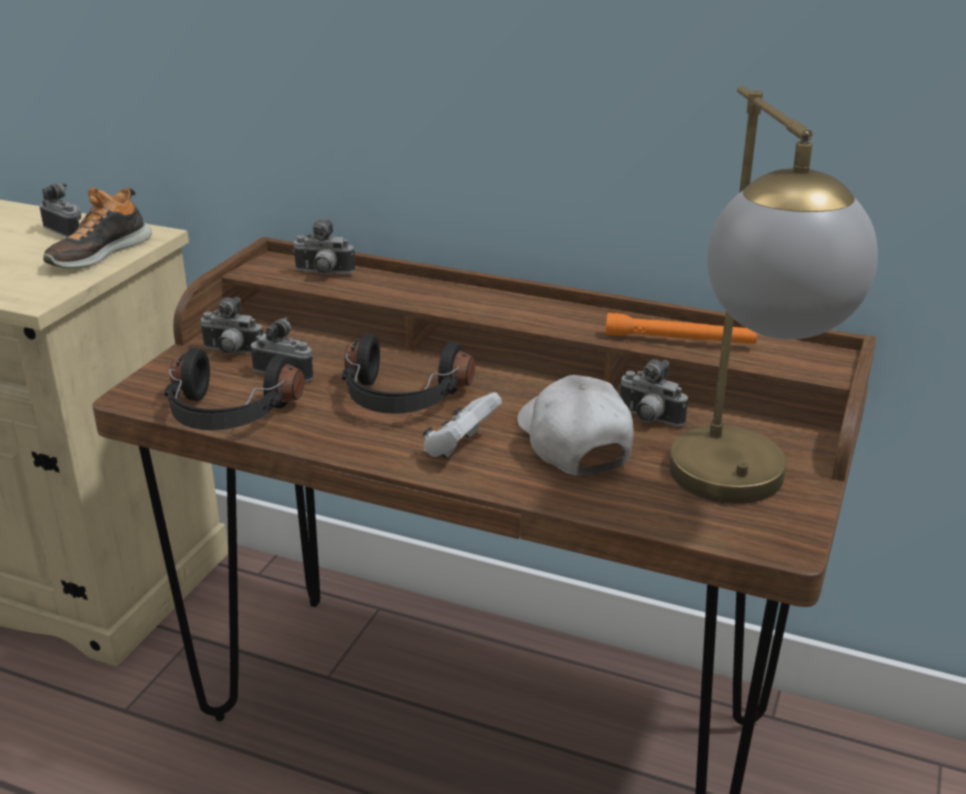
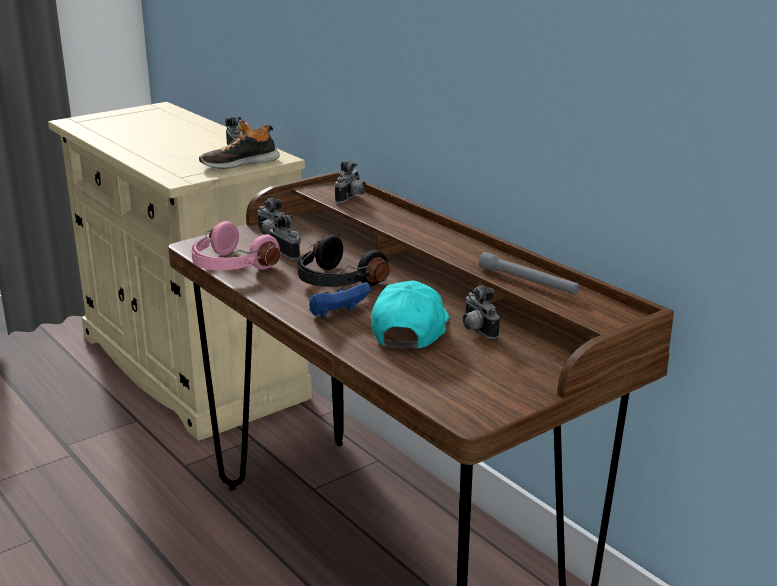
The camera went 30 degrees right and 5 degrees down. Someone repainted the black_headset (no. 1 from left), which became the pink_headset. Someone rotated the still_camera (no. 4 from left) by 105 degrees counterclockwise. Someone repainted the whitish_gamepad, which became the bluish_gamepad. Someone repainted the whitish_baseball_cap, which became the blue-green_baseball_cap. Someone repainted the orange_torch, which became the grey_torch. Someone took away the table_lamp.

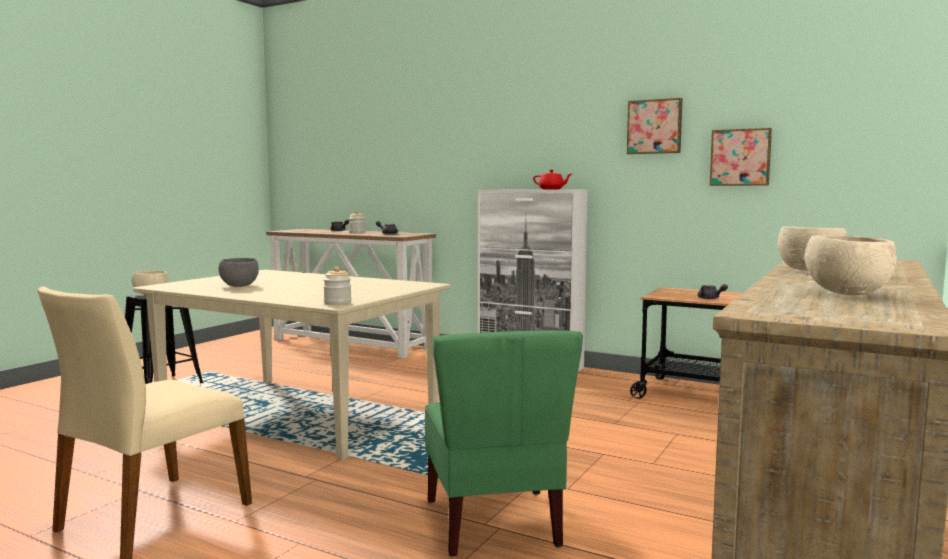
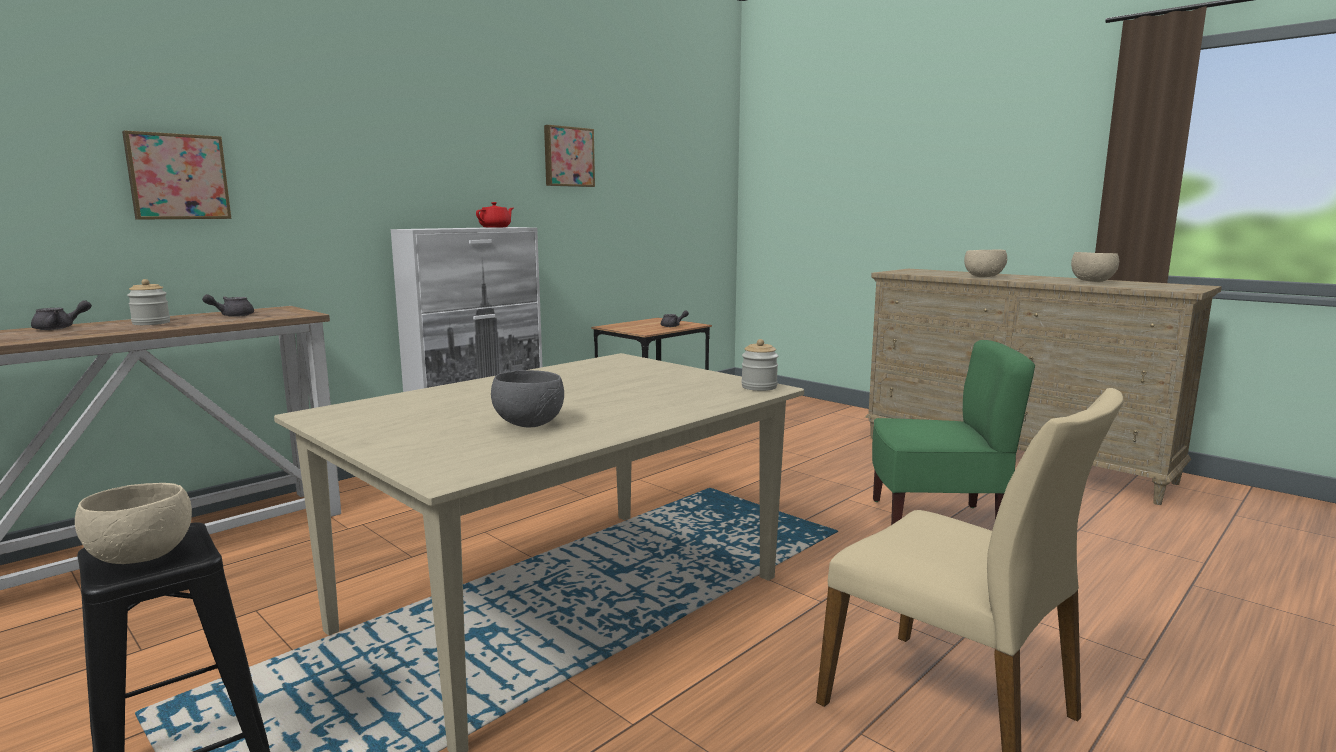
The camera went 75 degrees left and 5 degrees up. Someone carried the wall_picture (no. 2 from left in the first image).

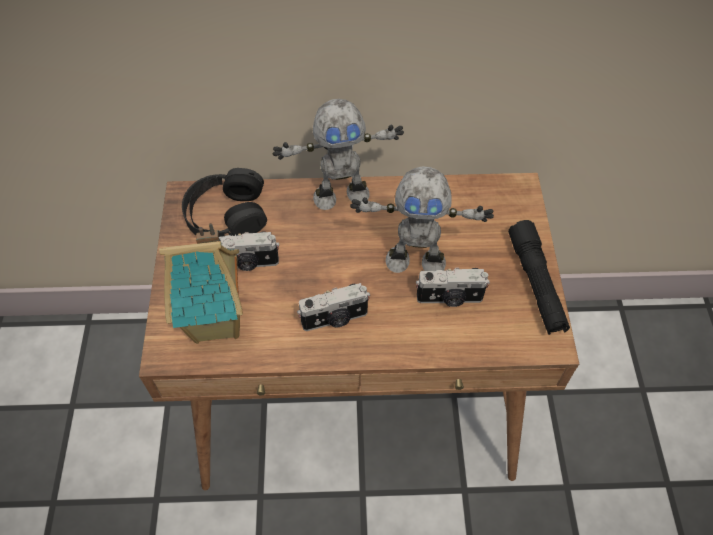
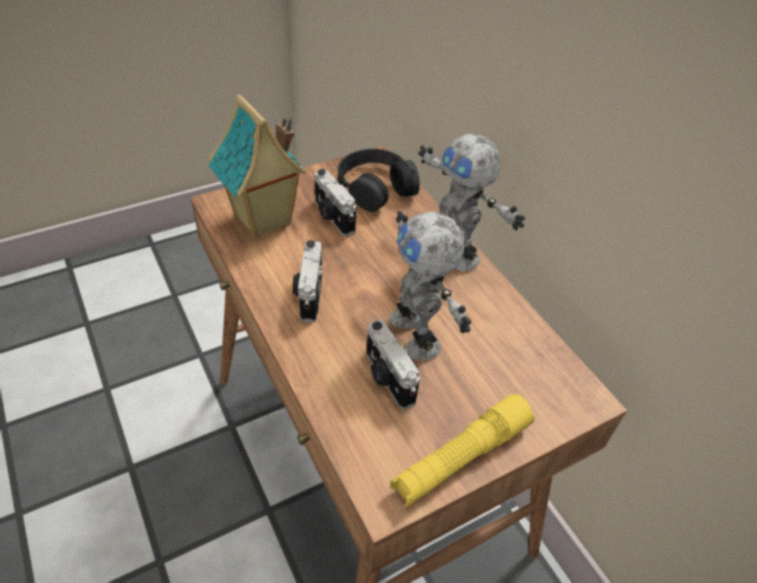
The camera went 60 degrees right and 10 degrees down. Someone rotated the still_camera (no. 2 from left in the first image) by 45 degrees clockwise. Someone repainted the black_torch, which became the yellow_torch.

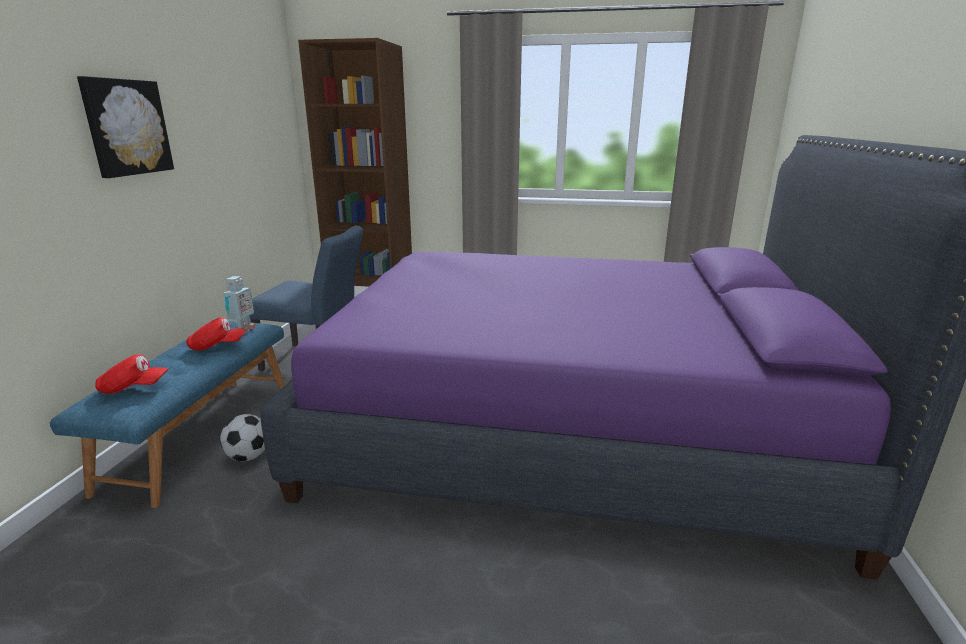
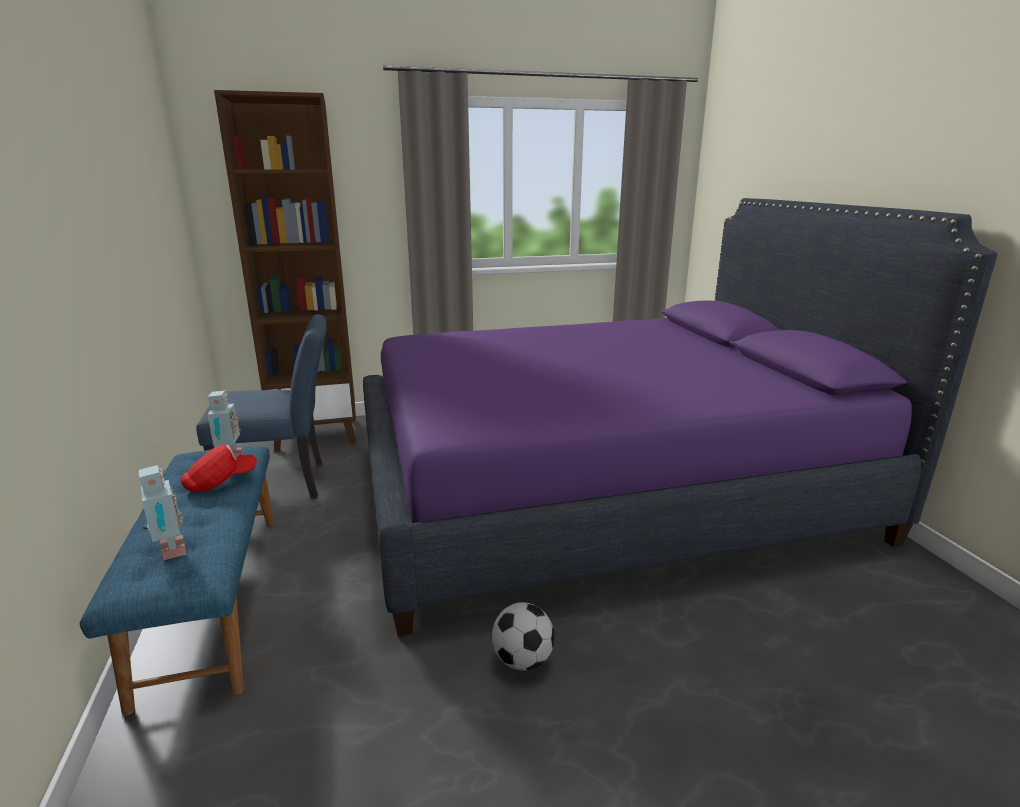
The camera went 25 degrees left and 0 degrees up. Someone took away the wall_picture. Someone swapped the red-coloured_baseball_cap (no. 1 from left) for the robot_figure (no. 1 from left). Someone carried the ball_for_football.

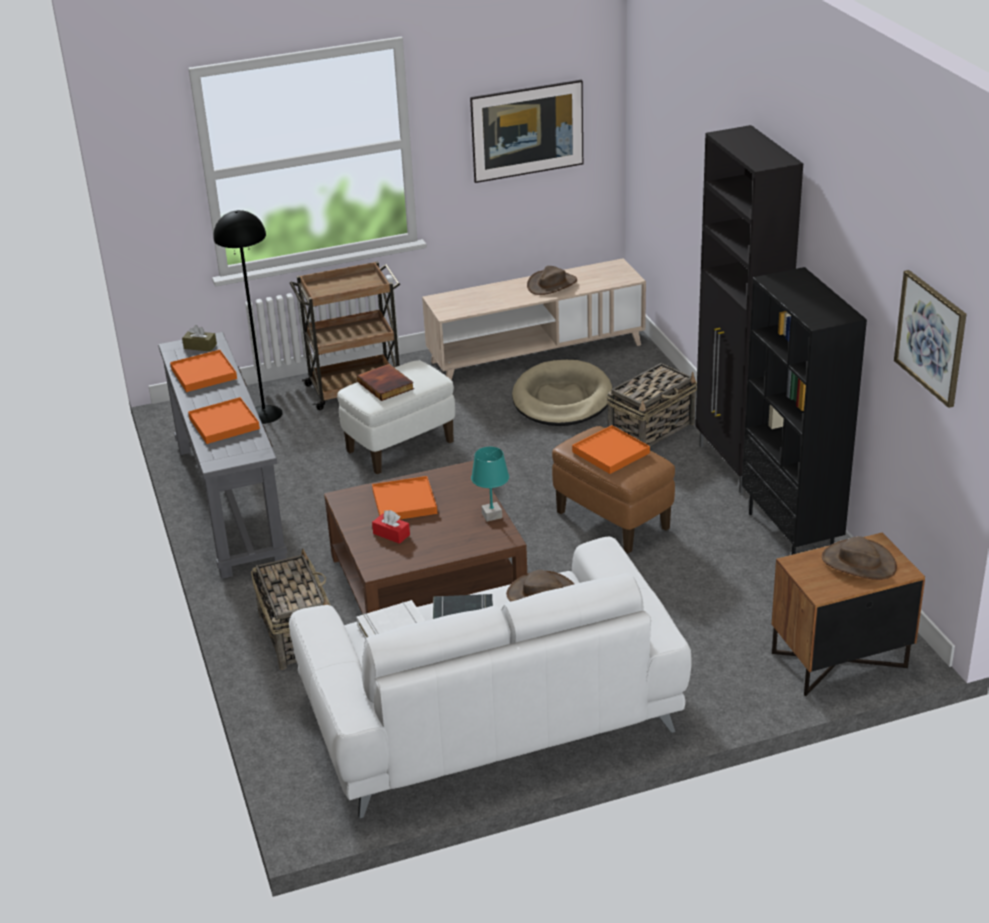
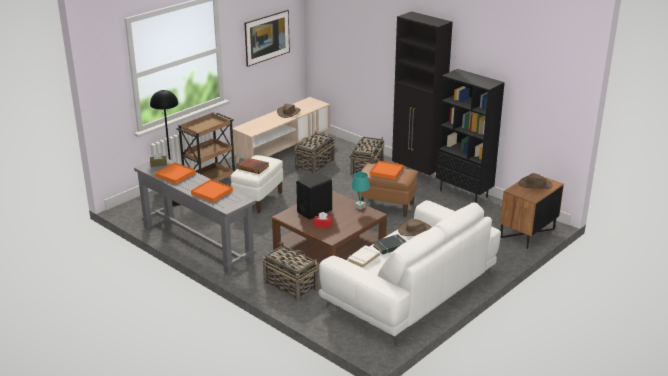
The camera went 30 degrees left and 5 degrees down. Someone swapped the orange_carrying_tray (no. 3 from left) for the black_audio_speaker. Someone swapped the beige-coloured_pet_bed for the storage_basket (no. 2 from left). Someone took away the wall_picture (no. 2 from left).

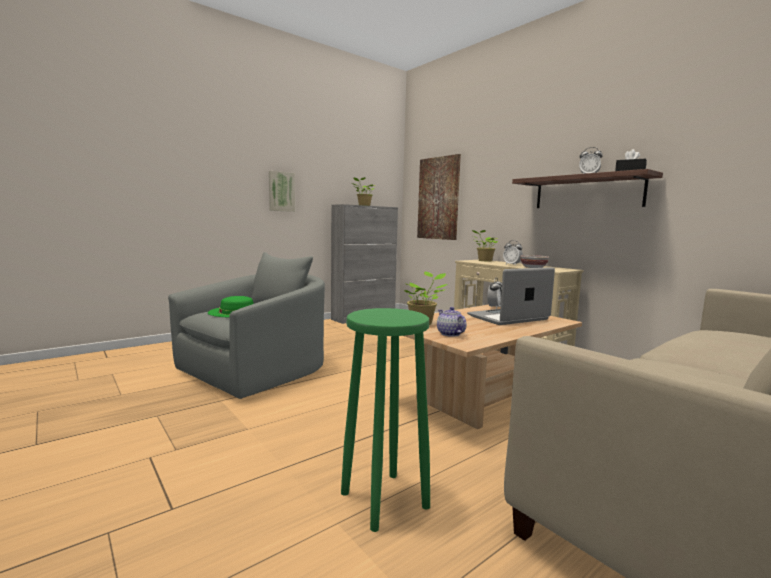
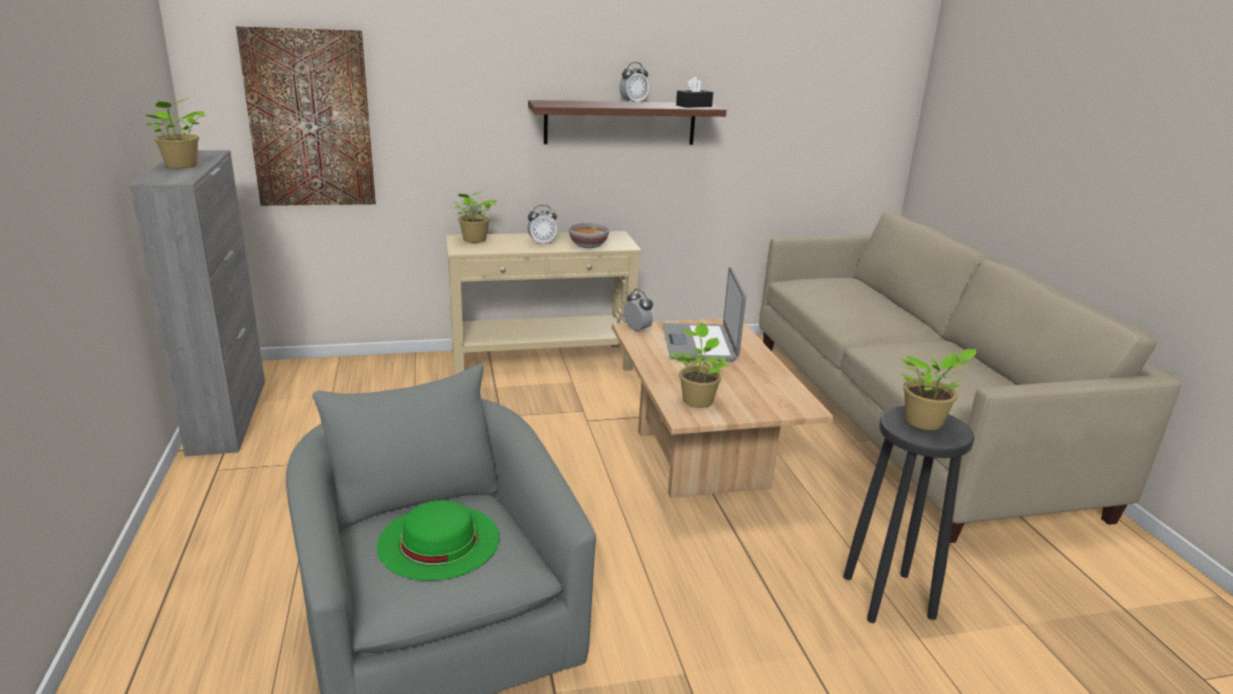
The camera went 65 degrees left and 15 degrees up. Someone took away the wall_picture (no. 1 from left). Someone repainted the greenish_stool_seat, which became the black_stool_seat. Someone took away the tea_pot. Someone put down the plant_in_a_pot (no. 4 from left).

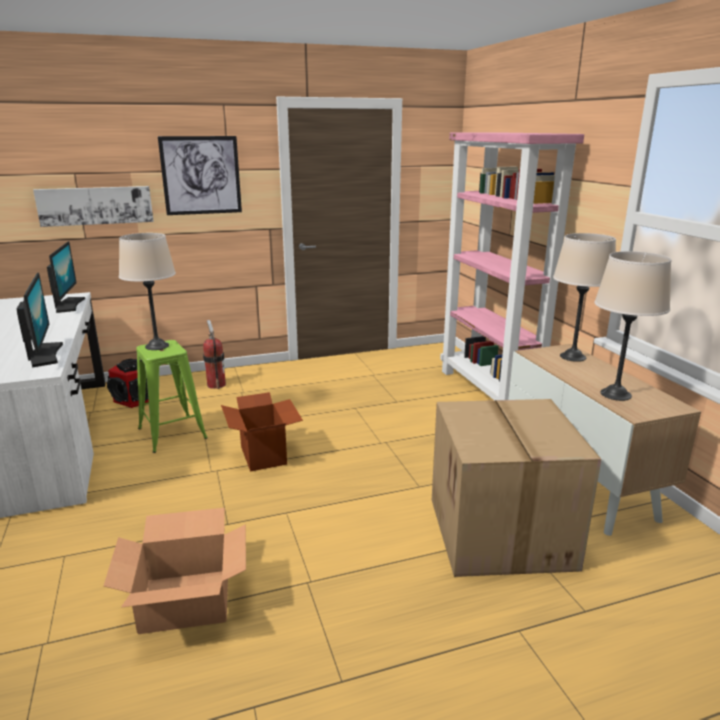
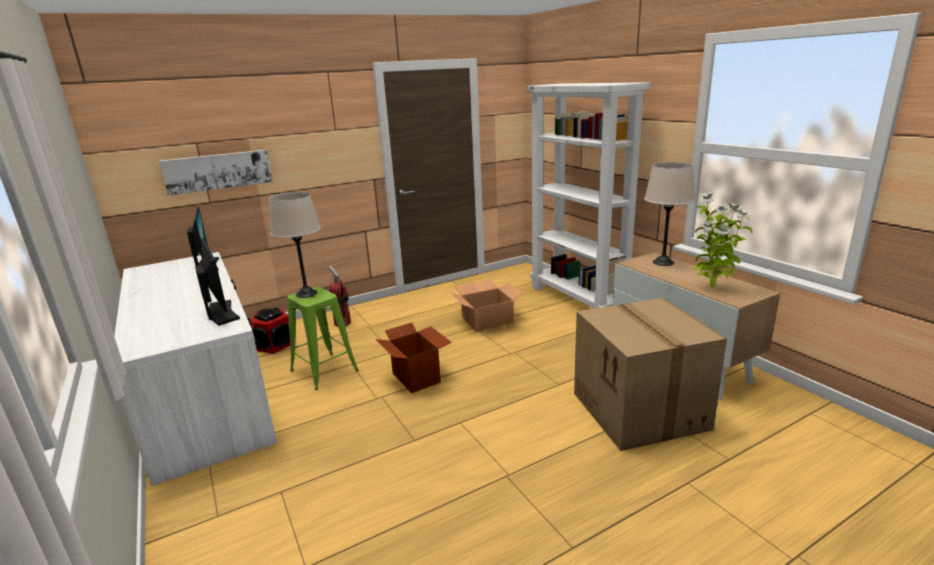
The camera went 10 degrees left and 0 degrees up. Someone carried the cardboard_box (no. 1 from left in the first image). Someone took away the wall_picture (no. 2 from left). Someone repainted the pink_bookshelf, which became the whitish_bookshelf. Someone swapped the beige-coloured_table_lamp (no. 3 from left) for the plant_in_a_pot.

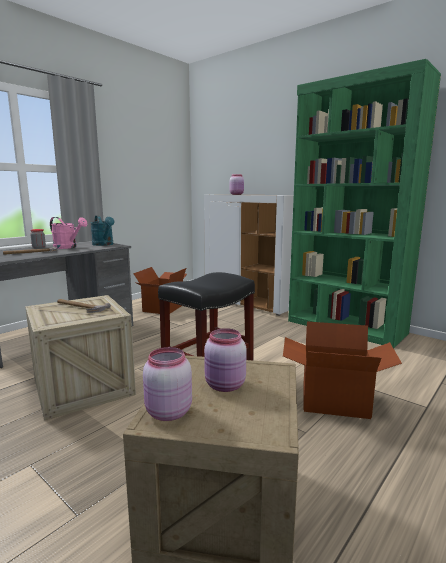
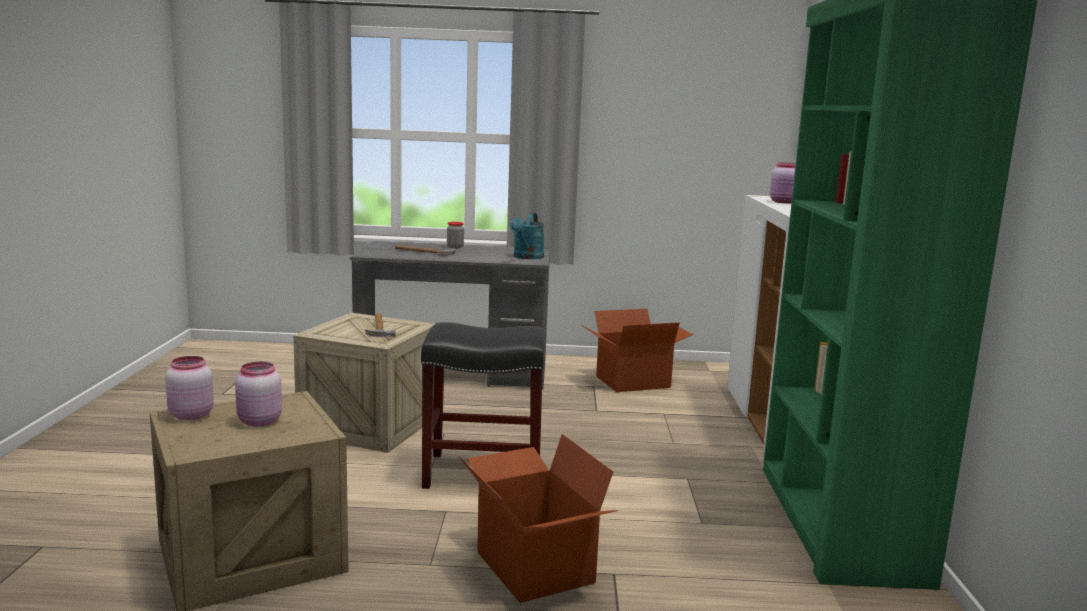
The camera went 50 degrees right and 0 degrees up. Someone took away the pink_watering_pot.

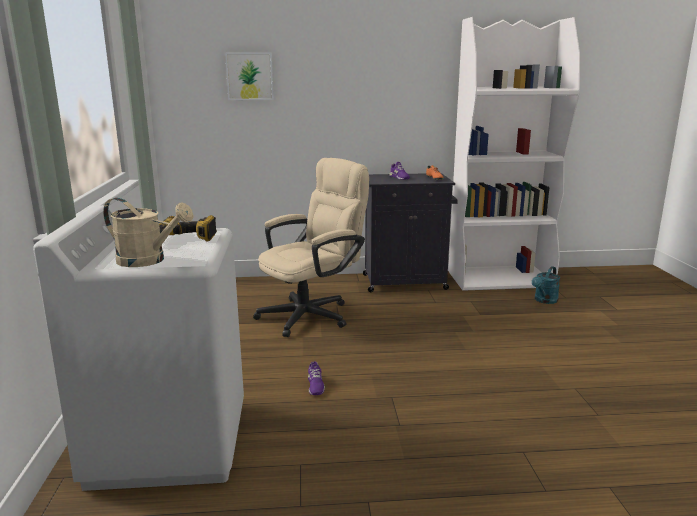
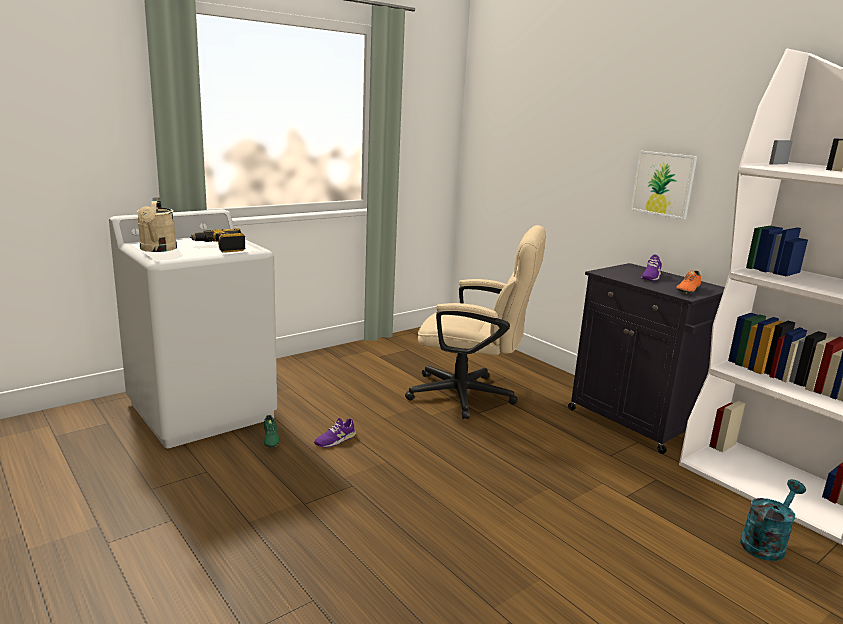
The camera went 55 degrees right and 0 degrees up. Someone carried the wall_picture. Someone rotated the blue-green_watering_pot by 135 degrees clockwise. Someone put down the greenish_item_of_footwear.

